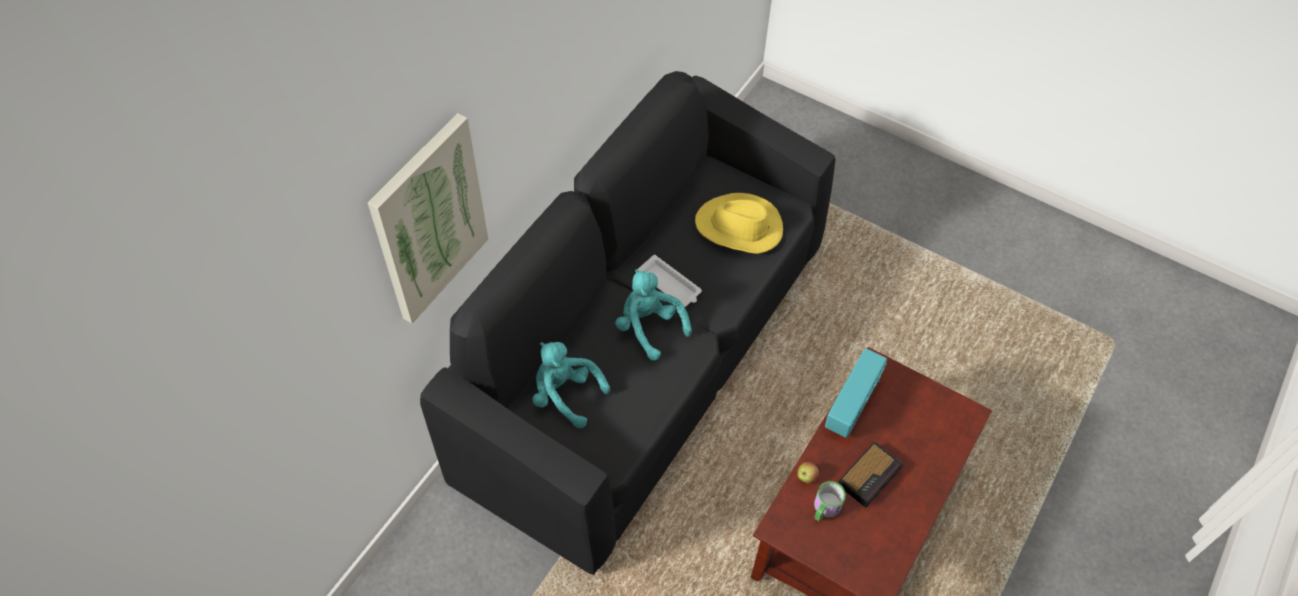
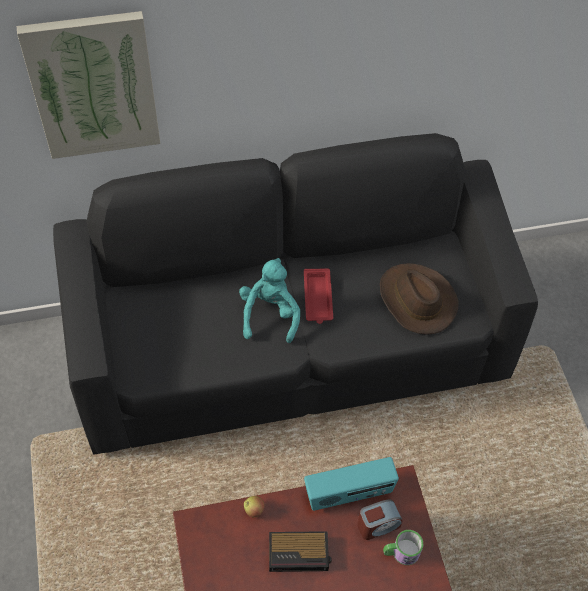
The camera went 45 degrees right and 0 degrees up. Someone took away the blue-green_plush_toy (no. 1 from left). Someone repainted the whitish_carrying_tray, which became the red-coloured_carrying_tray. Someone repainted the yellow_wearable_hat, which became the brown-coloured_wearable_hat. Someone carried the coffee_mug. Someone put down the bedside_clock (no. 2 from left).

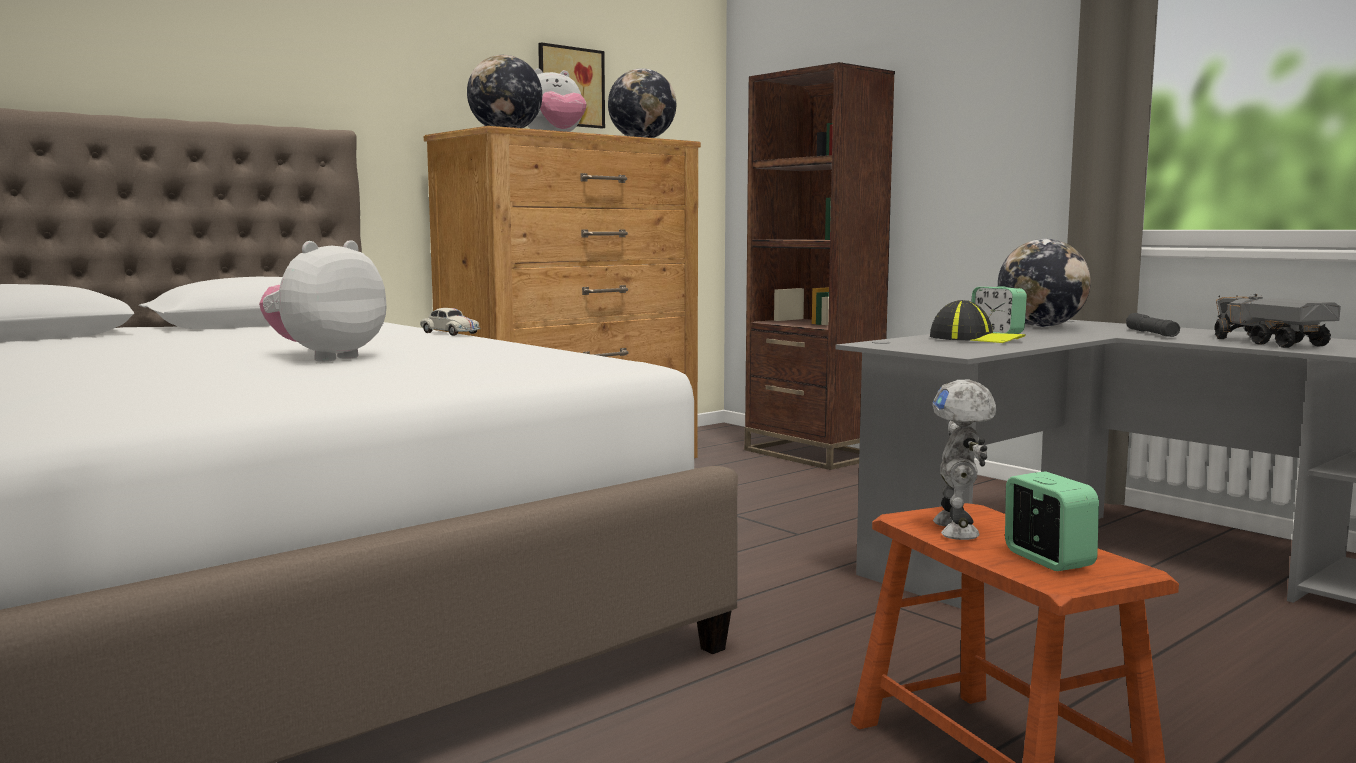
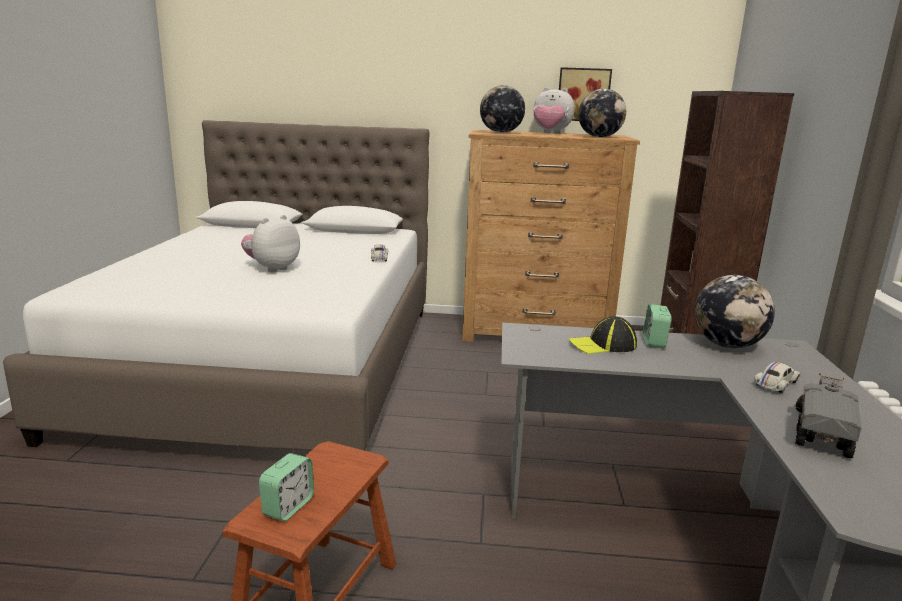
The camera went 45 degrees right and 10 degrees up. Someone rotated the plush_toy (no. 1 from left) by 45 degrees counterclockwise. Someone rotated the baseball_cap by 90 degrees clockwise. Someone took away the robot_figure. Someone swapped the grey_torch for the whitish_toy_car (no. 2 from left).

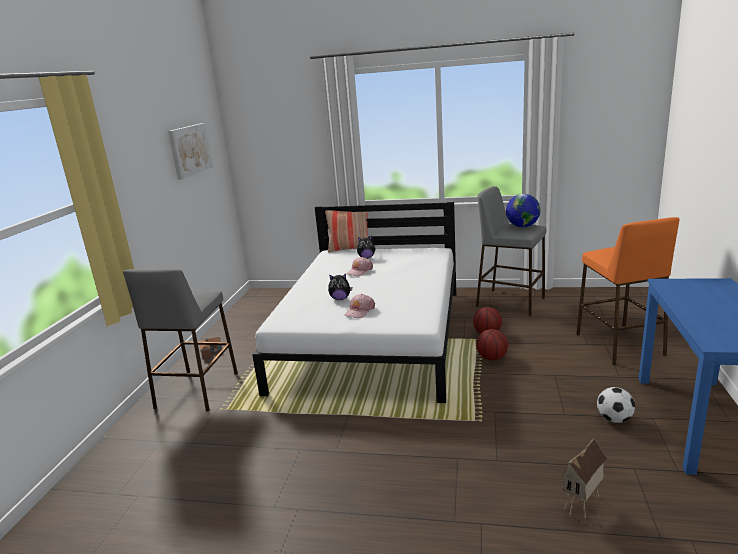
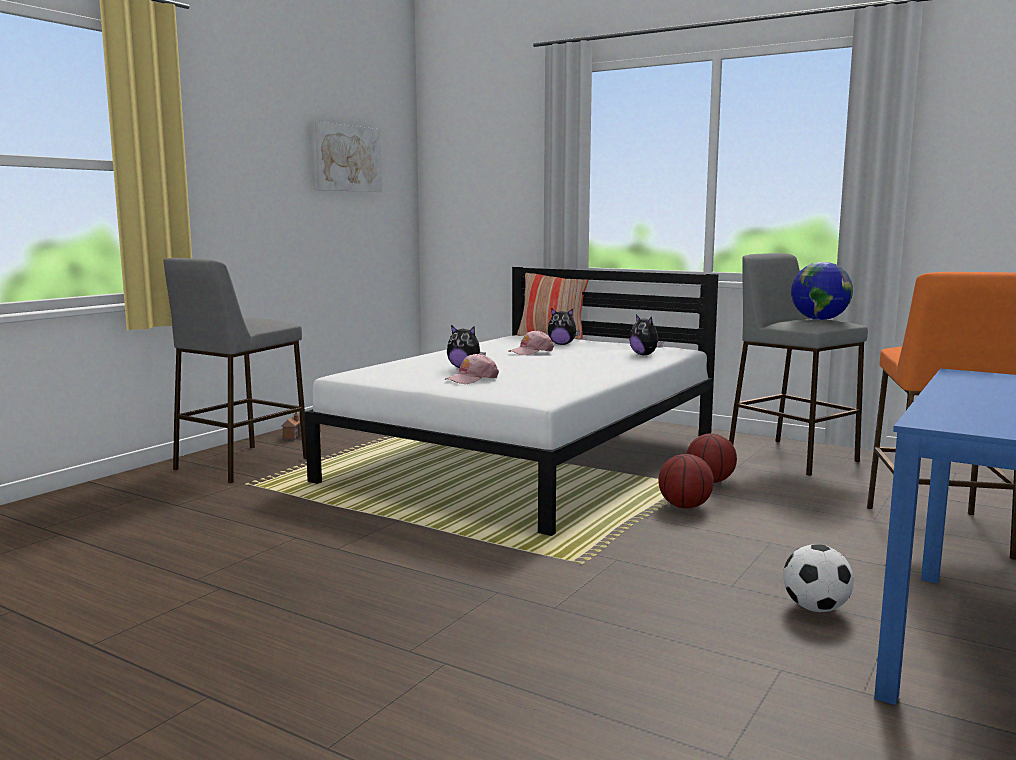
The camera went 20 degrees right and 10 degrees down. Someone took away the miniature_house (no. 2 from left). Someone put down the plush_toy (no. 3 from left).

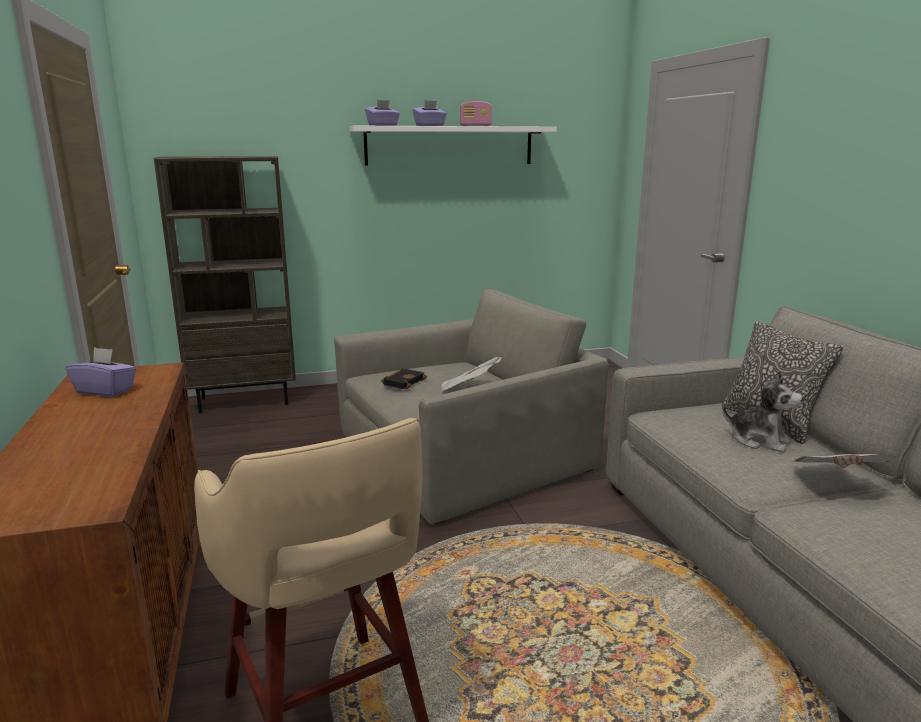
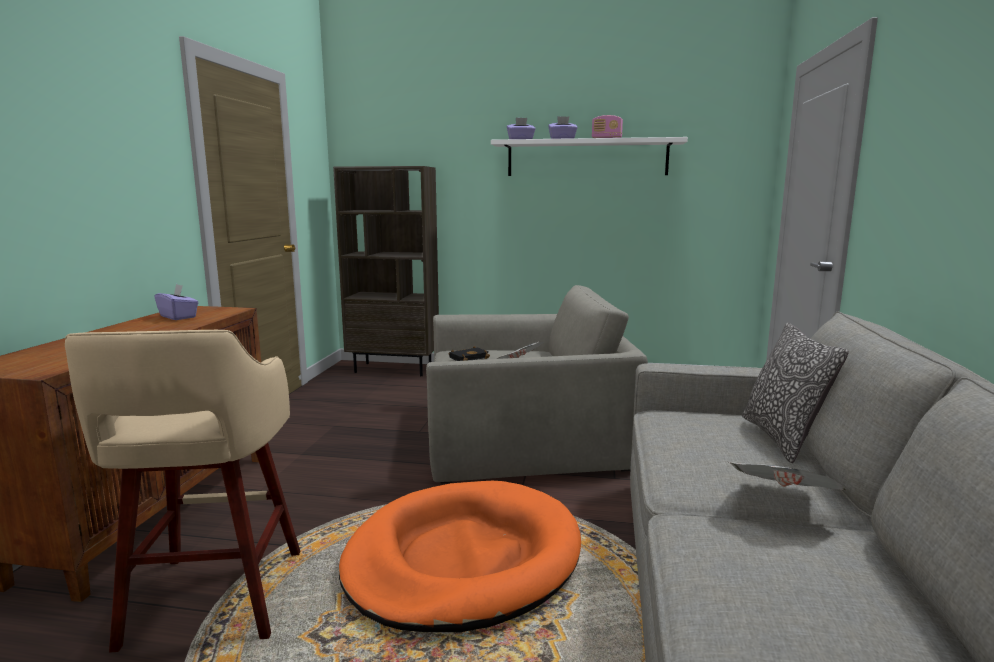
The camera went 25 degrees right and 5 degrees down. Someone took away the plush_toy. Someone put down the orange_pet_bed.

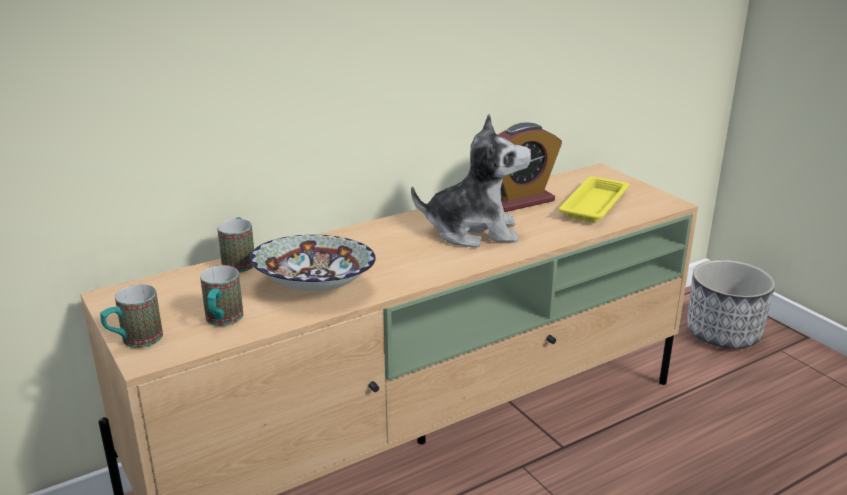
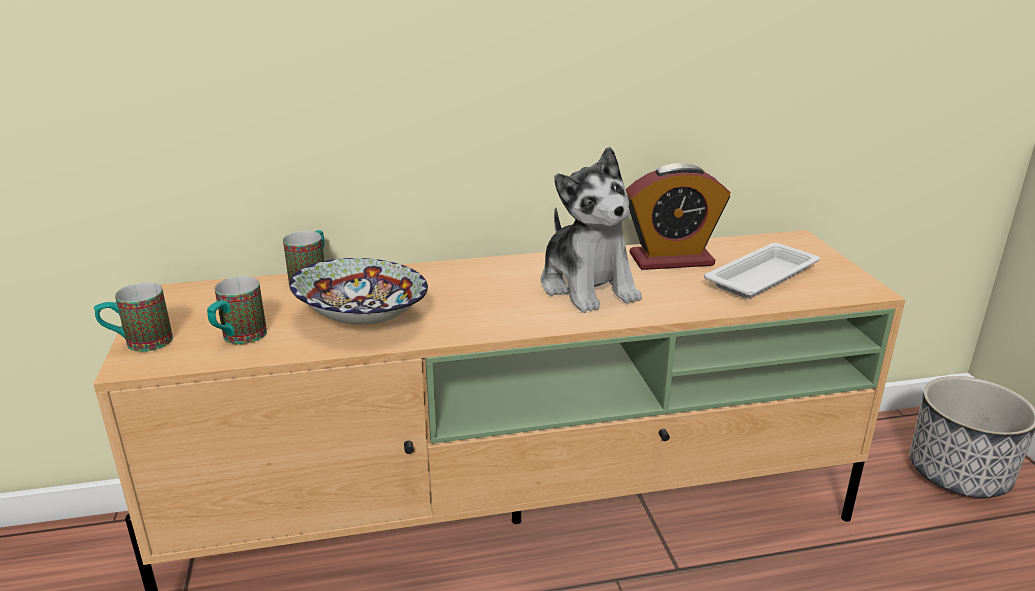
The camera went 20 degrees right and 0 degrees up. Someone rotated the plush_toy by 45 degrees clockwise. Someone repainted the yellow_carrying_tray, which became the whitish_carrying_tray.

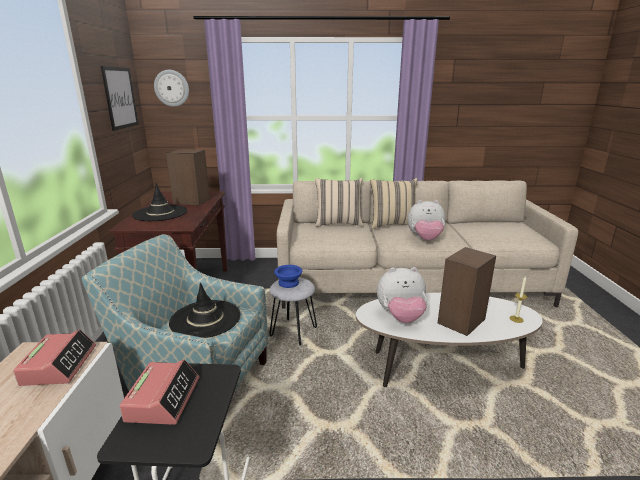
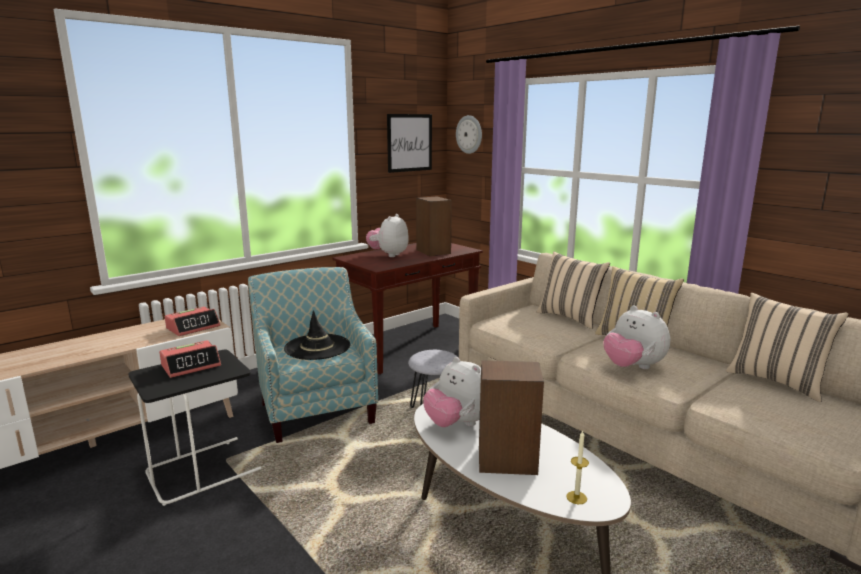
The camera went 50 degrees right and 5 degrees down. Someone swapped the black_wearable_hat (no. 1 from left) for the plush_toy (no. 1 from left). Someone took away the bluish_serving_bowl. Someone put down the beige-coloured_cushion (no. 3 from left).

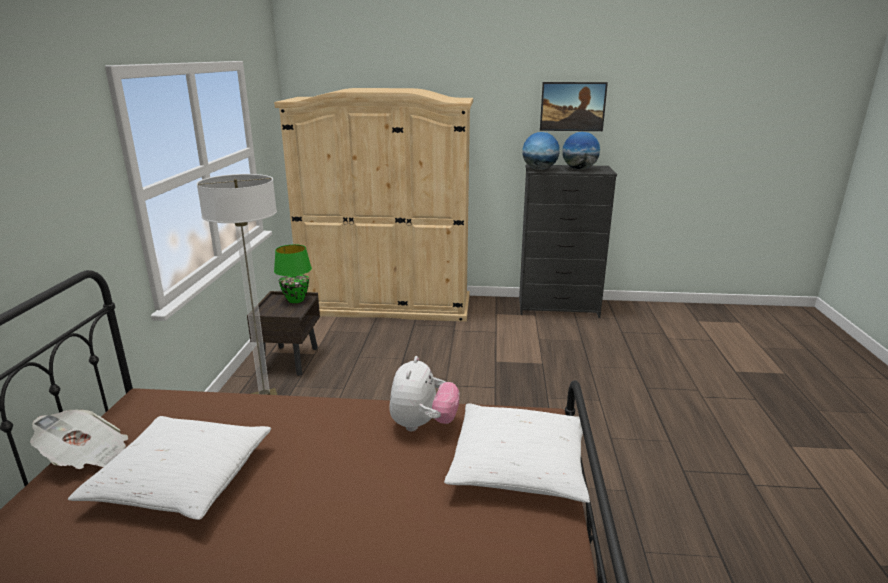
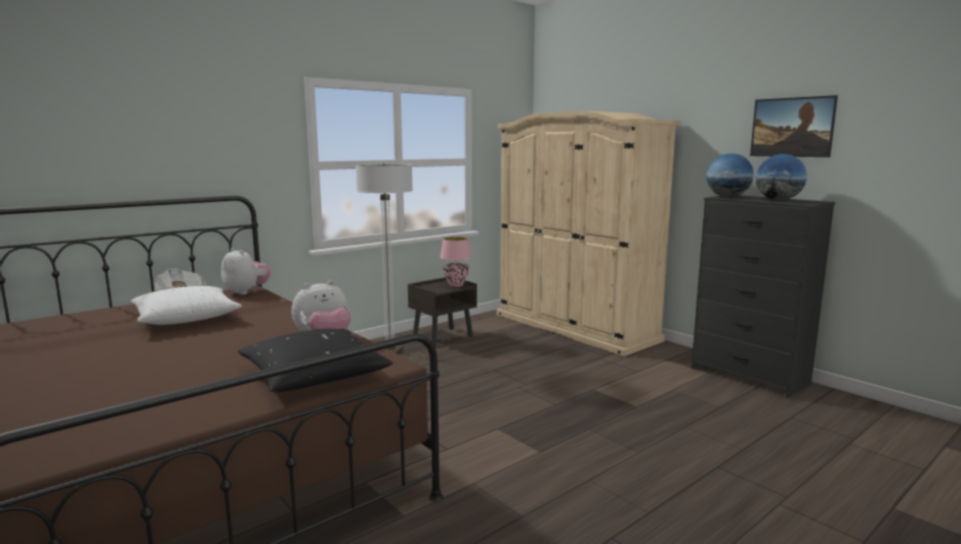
The camera went 45 degrees right and 10 degrees down. Someone repainted the greenish_table_lamp, which became the pink_table_lamp. Someone repainted the whitish_cushion (no. 2 from left), which became the black_cushion. Someone put down the plush_toy (no. 1 from left).

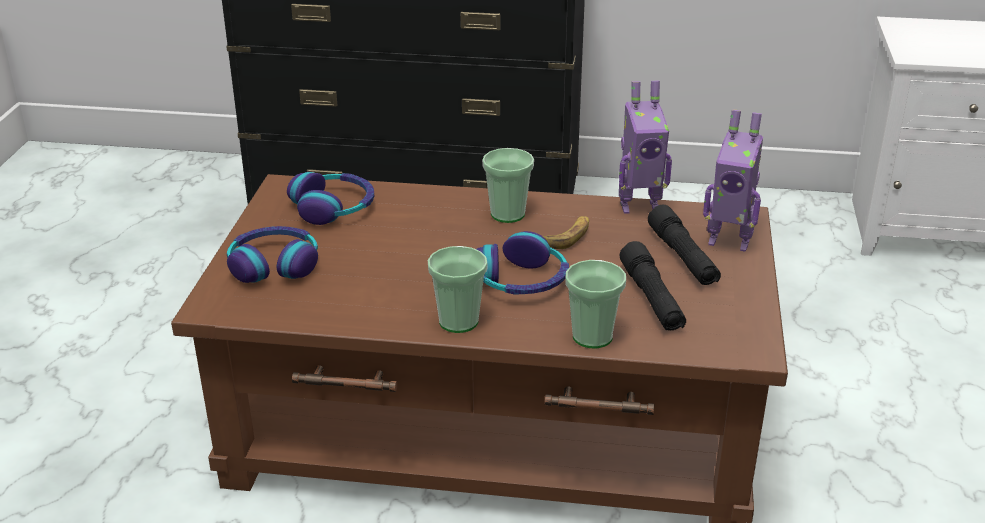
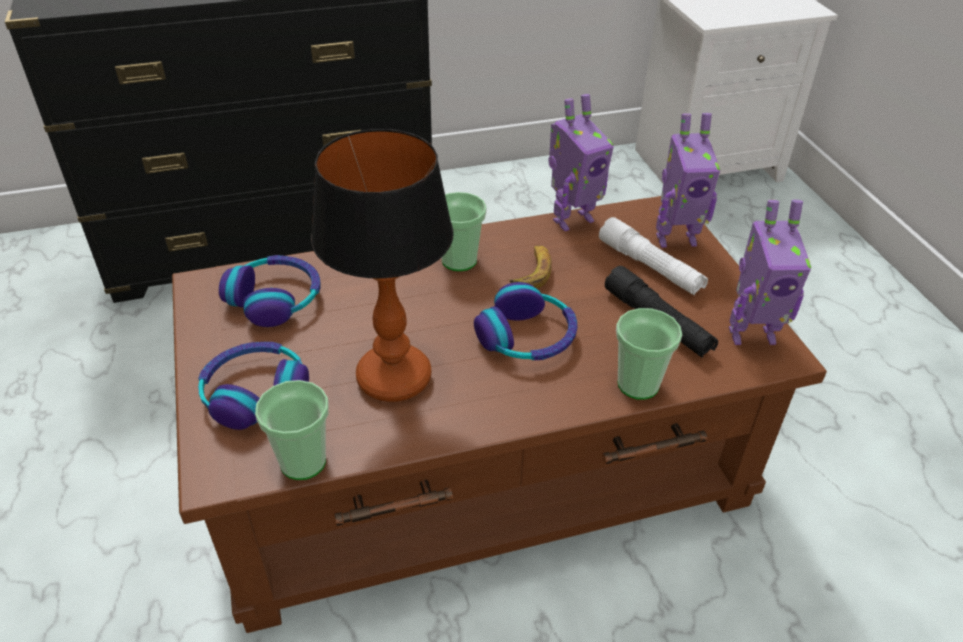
The camera went 25 degrees left and 10 degrees up. Someone carried the small_cup (no. 1 from left). Someone repainted the black_torch (no. 2 from left), which became the whitish_torch. Someone put down the table_lamp. Someone put down the robot_figure (no. 3 from left).

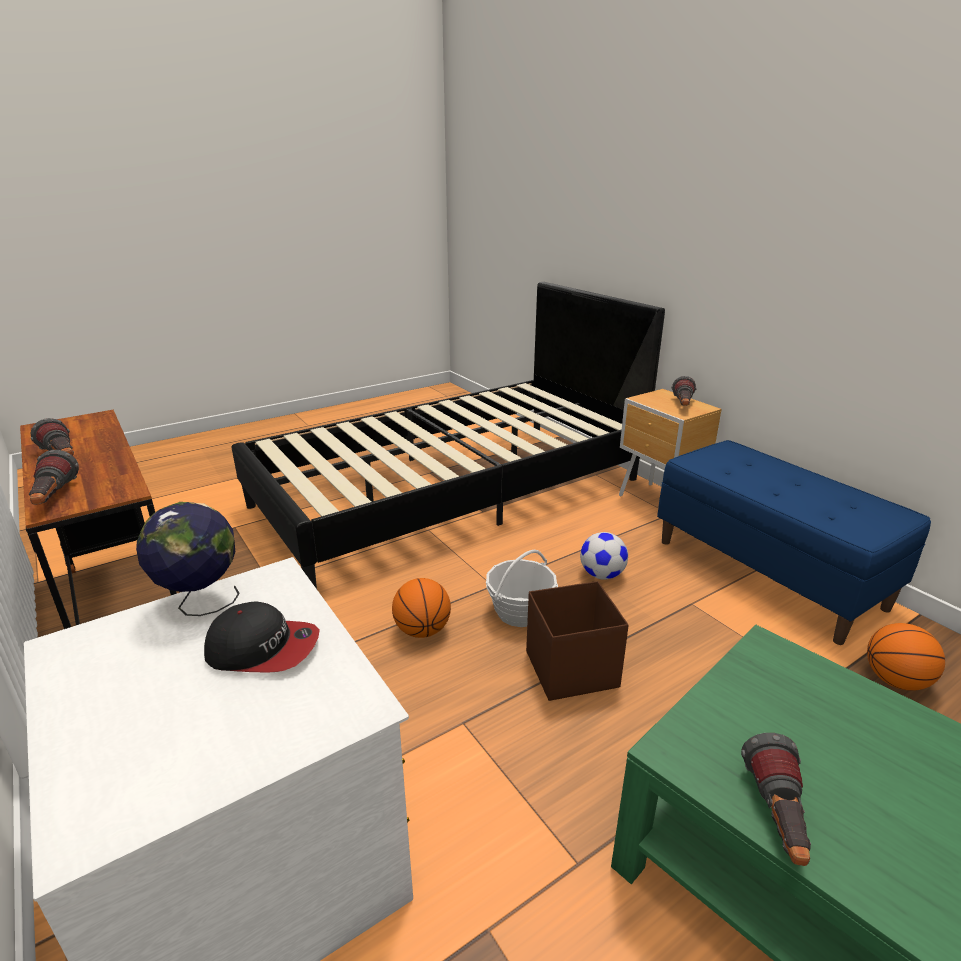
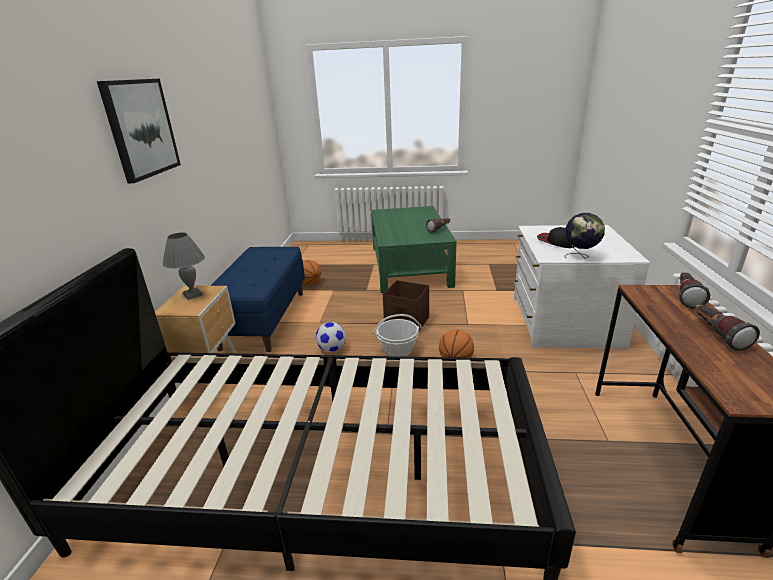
The camera went 140 degrees left and 0 degrees up. Someone swapped the torch (no. 3 from left) for the grey_table_lamp. Someone put up the wall_picture.

